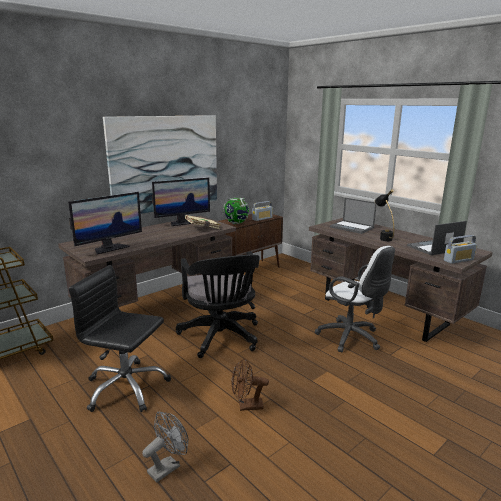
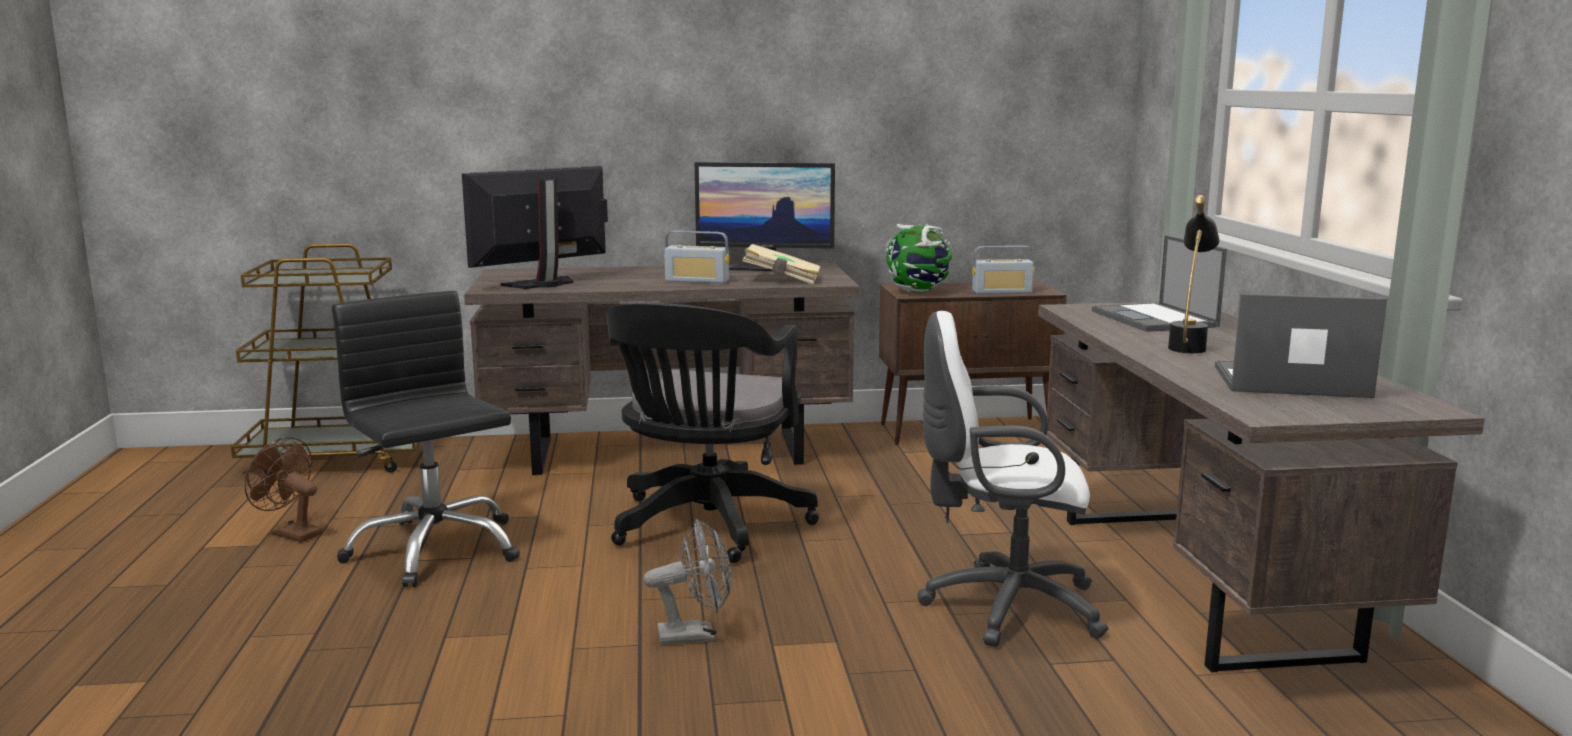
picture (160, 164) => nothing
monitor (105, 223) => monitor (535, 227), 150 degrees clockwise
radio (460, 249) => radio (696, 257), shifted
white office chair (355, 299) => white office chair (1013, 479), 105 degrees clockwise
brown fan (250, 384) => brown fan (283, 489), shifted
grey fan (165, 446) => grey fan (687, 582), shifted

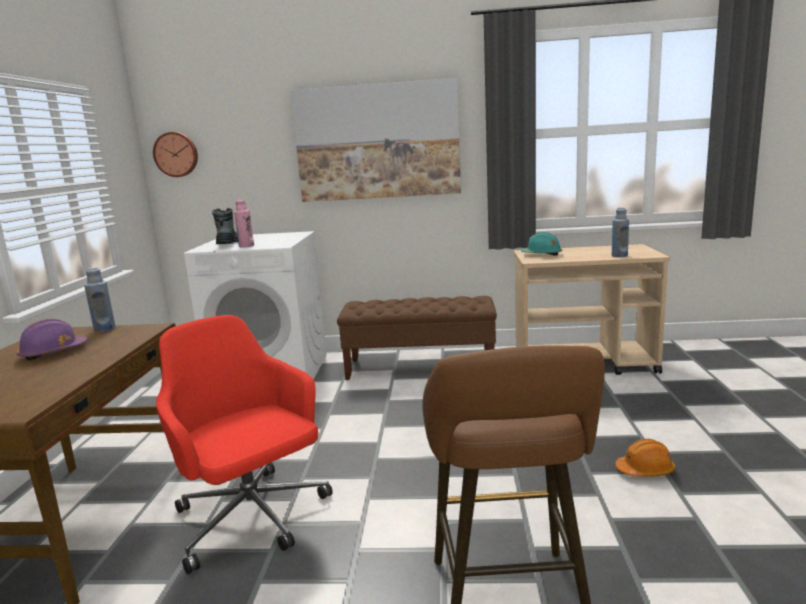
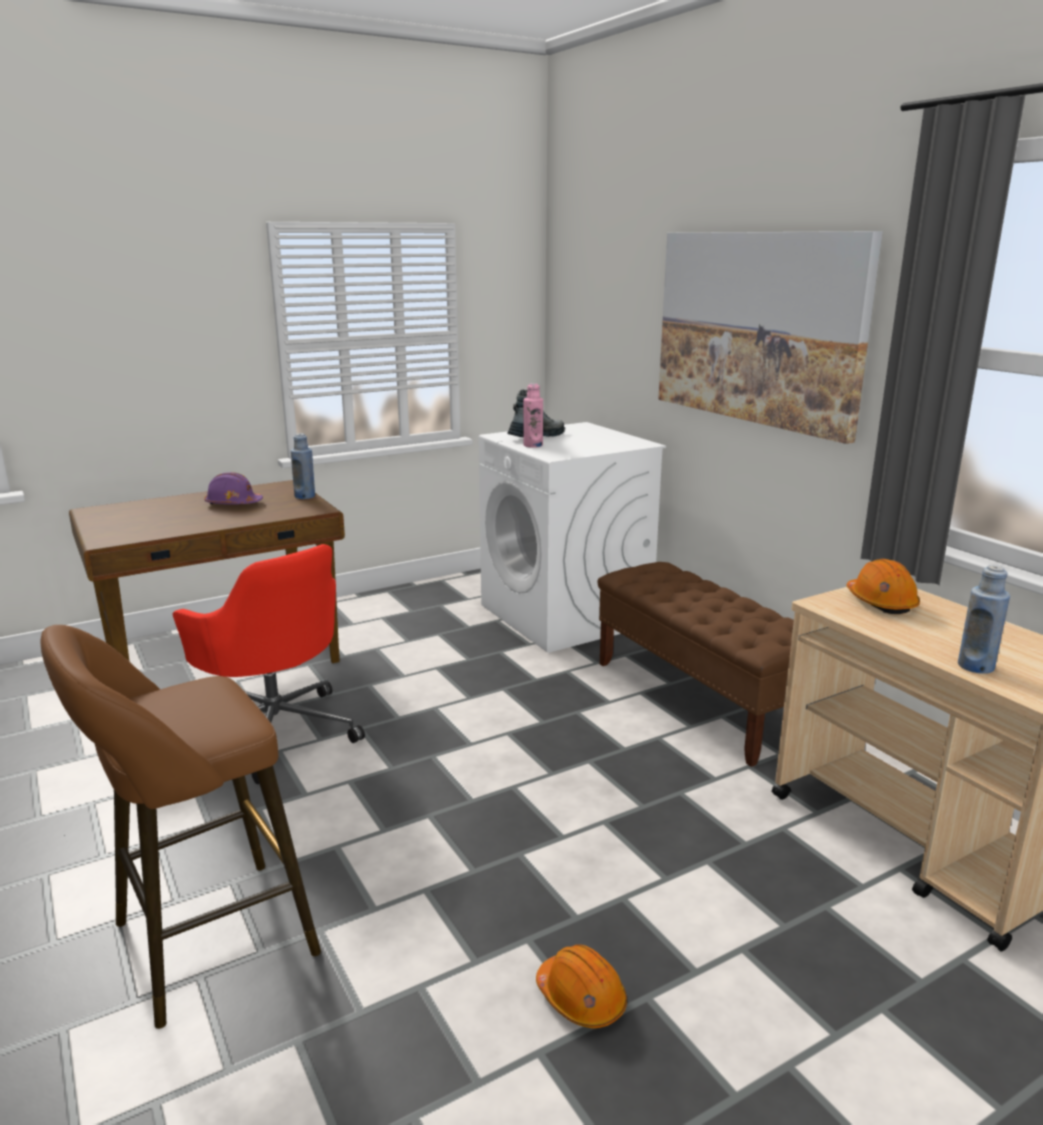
wall clock (175, 154) => nothing
turquoise hard hat (541, 244) => orange hard hat (883, 586)
red office chair (244, 444) => red office chair (269, 664), 120 degrees clockwise

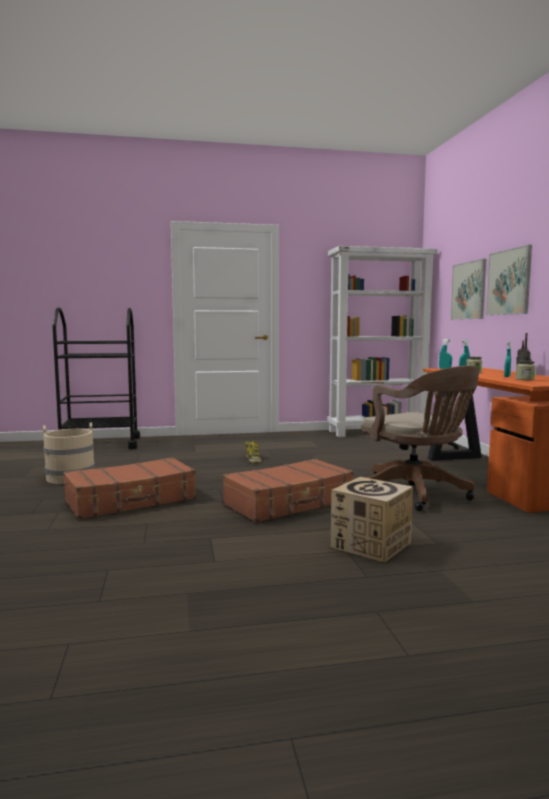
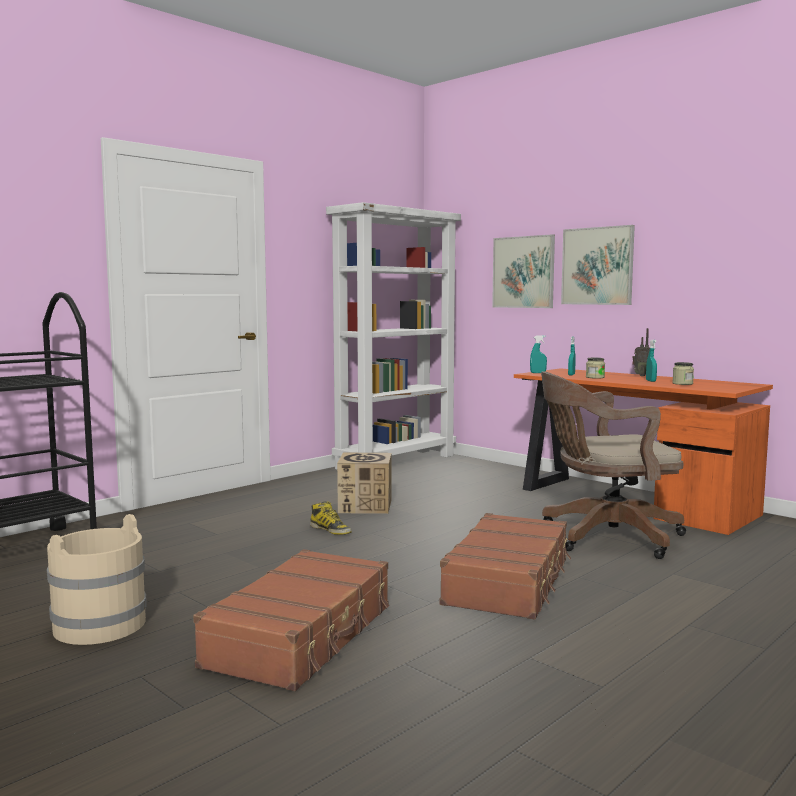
brown office chair (420, 438) => brown office chair (613, 465), 150 degrees clockwise
cardboard box (372, 520) => cardboard box (364, 483), shifted

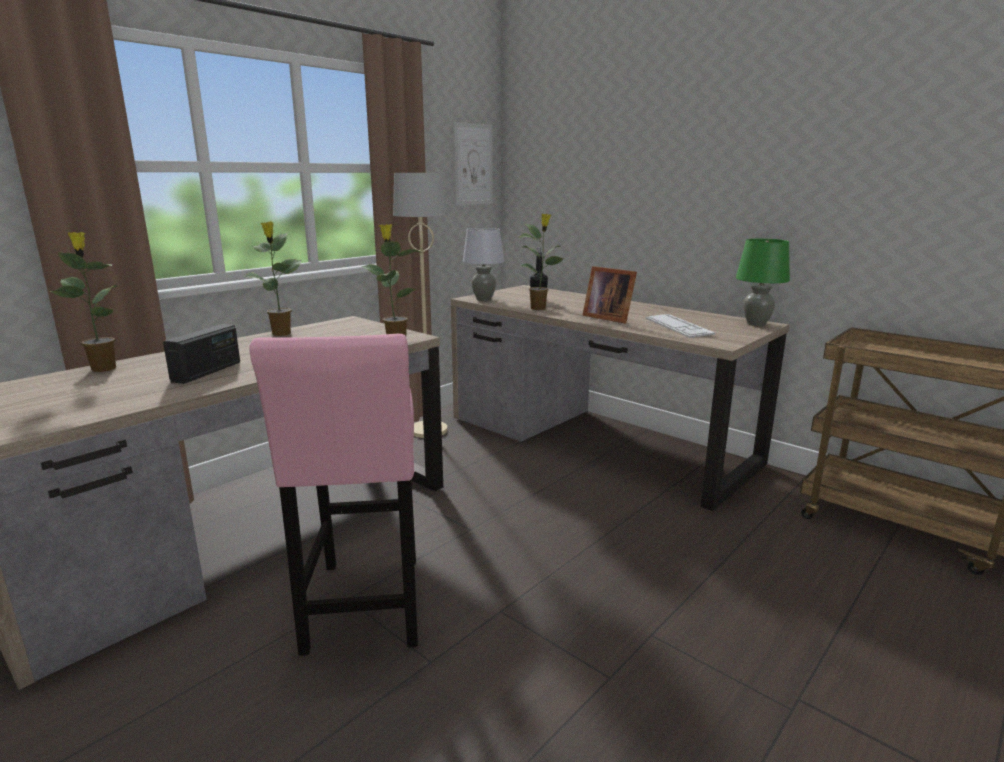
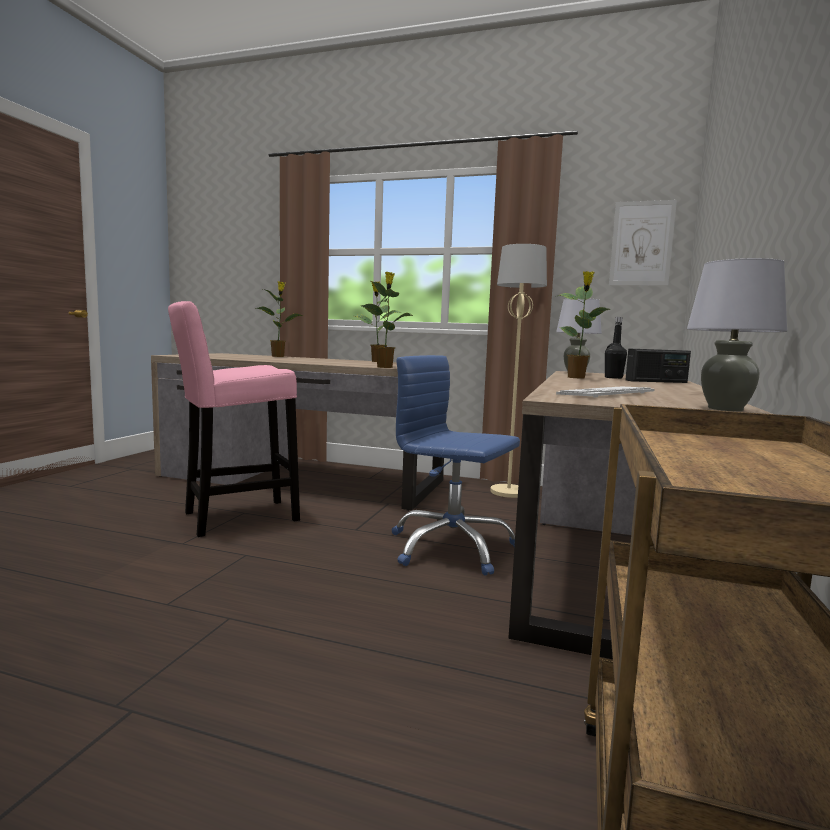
green table lamp (763, 282) => grey table lamp (737, 334)
picture frame (609, 295) => nothing
radio (201, 354) => radio (658, 366), shifted
nothing => blue office chair (456, 465)

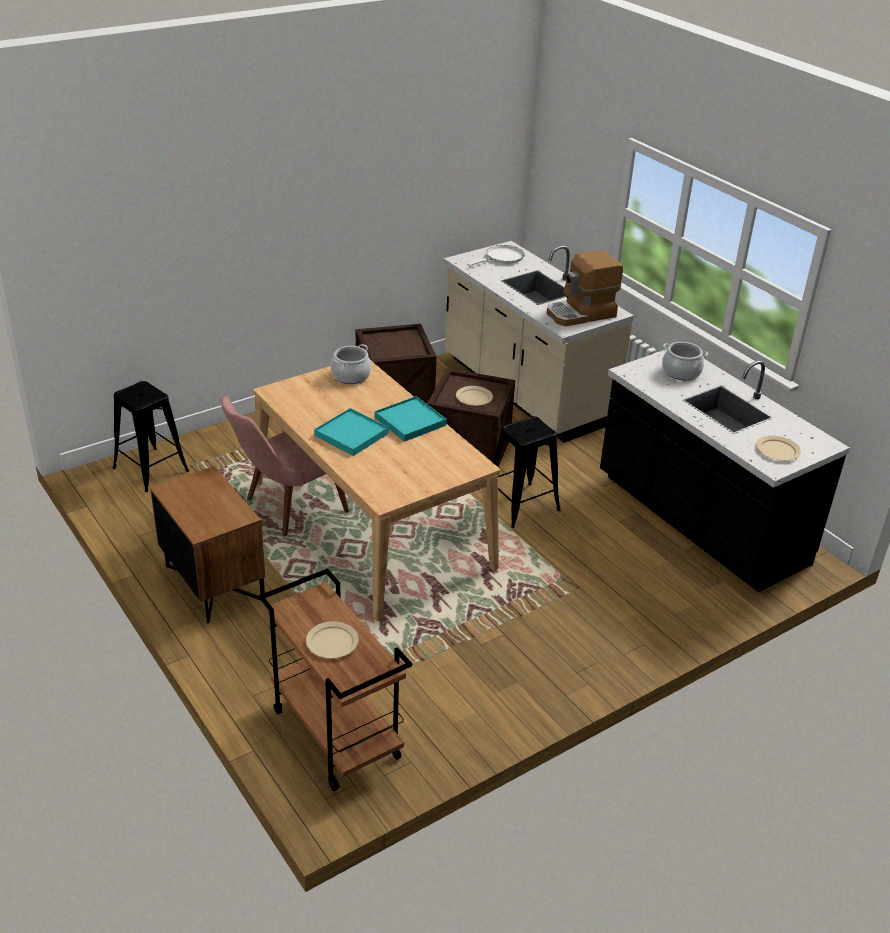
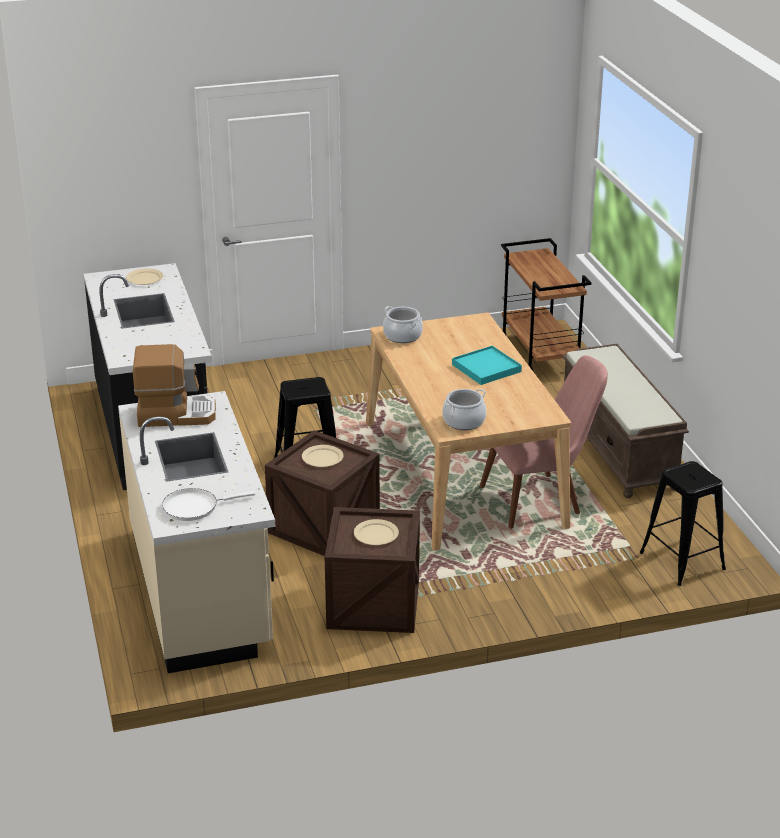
cooking pot (685, 361) => cooking pot (403, 324), shifted
turquoise tray (411, 419) => nothing
brown nightstand (207, 544) => brown bench (625, 421)
beige plate (332, 640) => beige plate (376, 532), shifted

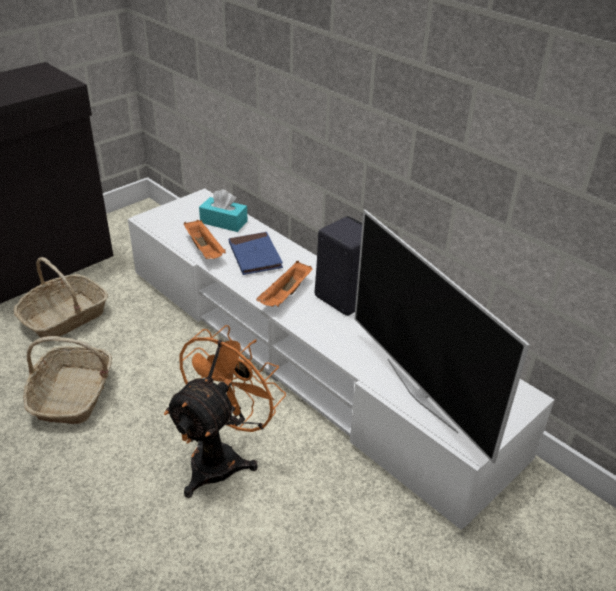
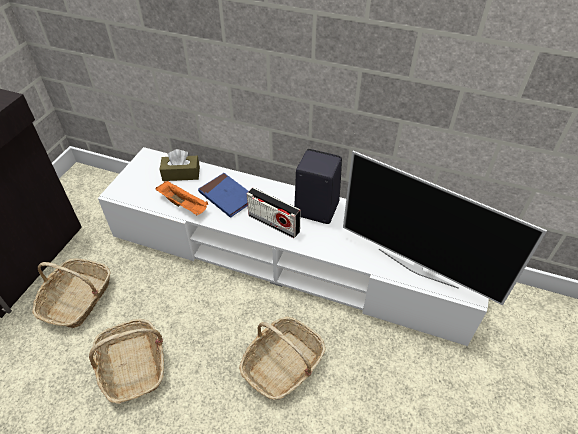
turquoise tissue box (223, 210) => brown tissue box (179, 165)
orange tray (284, 284) => radio (274, 212)
orange fan (225, 411) => basket (282, 358)

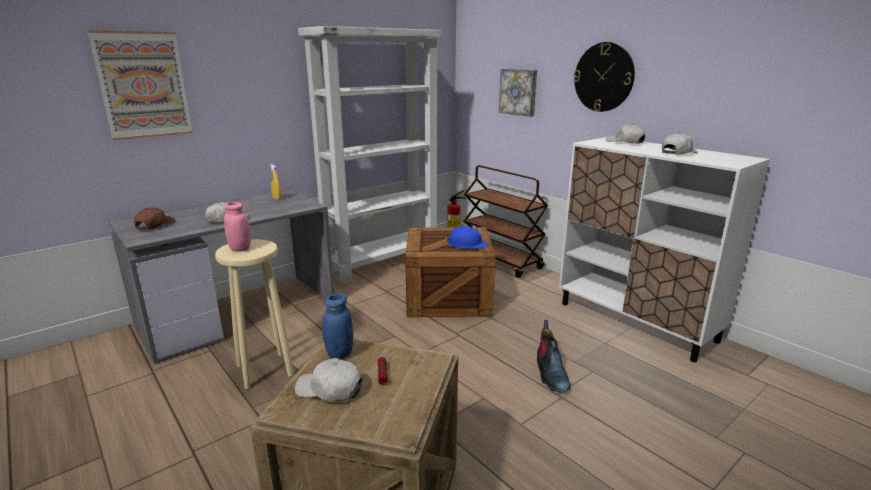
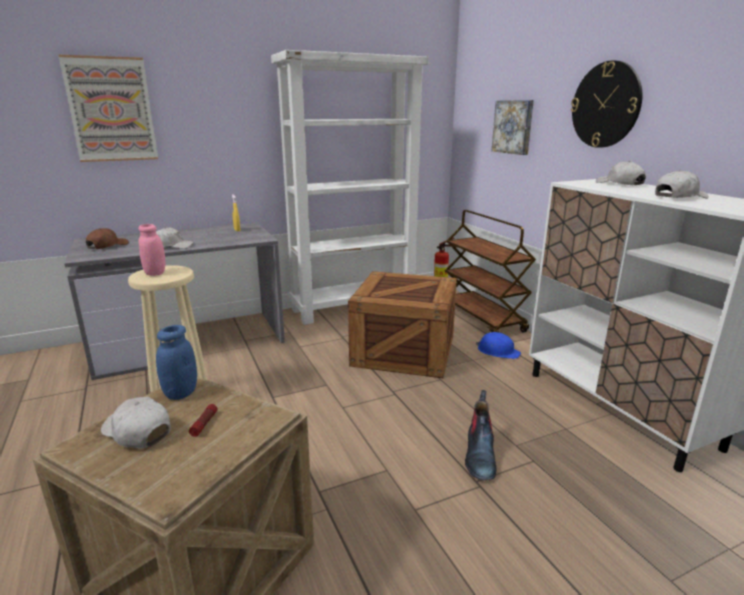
blue hard hat (466, 237) => blue hard hat (498, 345), shifted

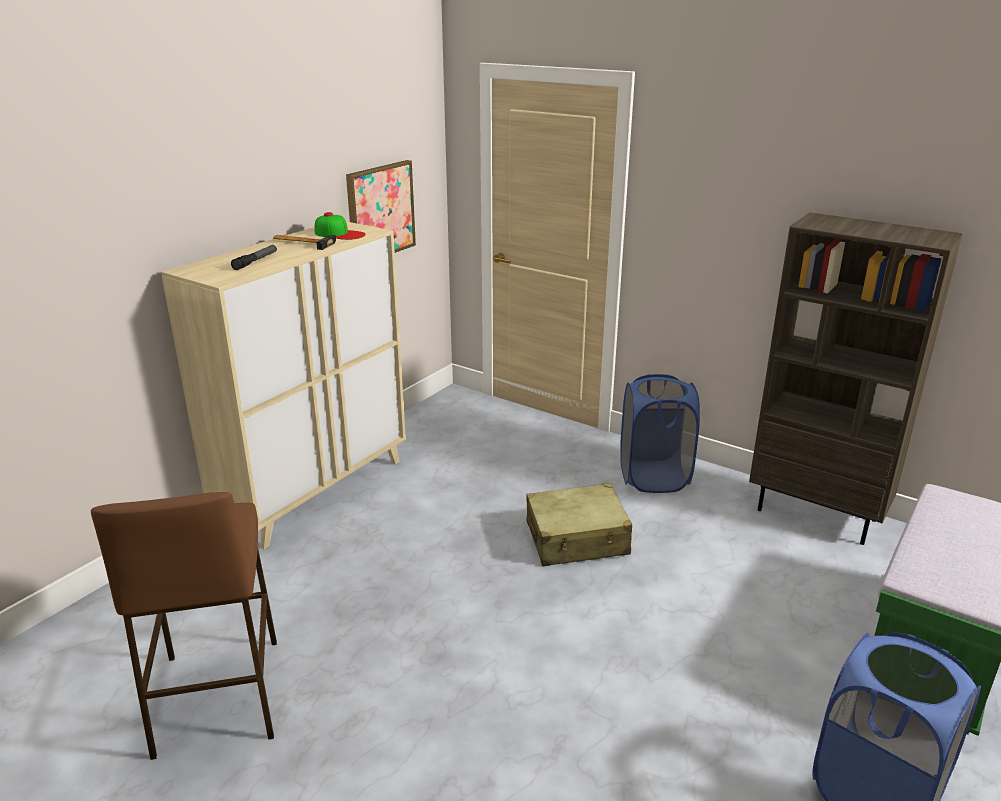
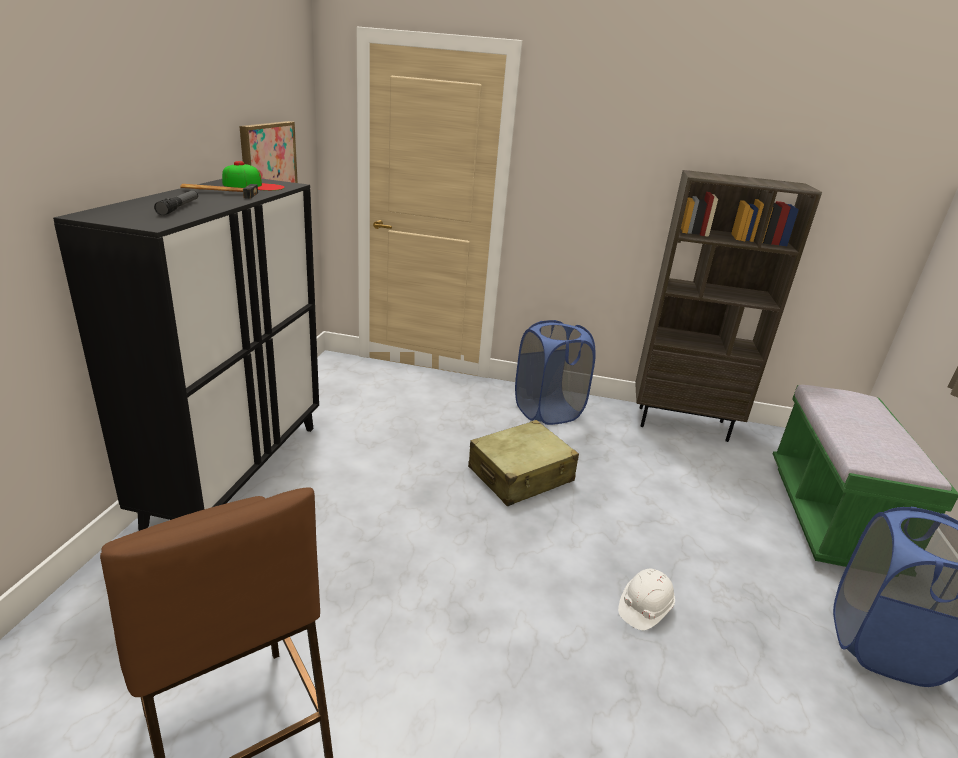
beige cabinet (283, 385) => black cabinet (186, 355)
nothing => white hard hat (646, 599)

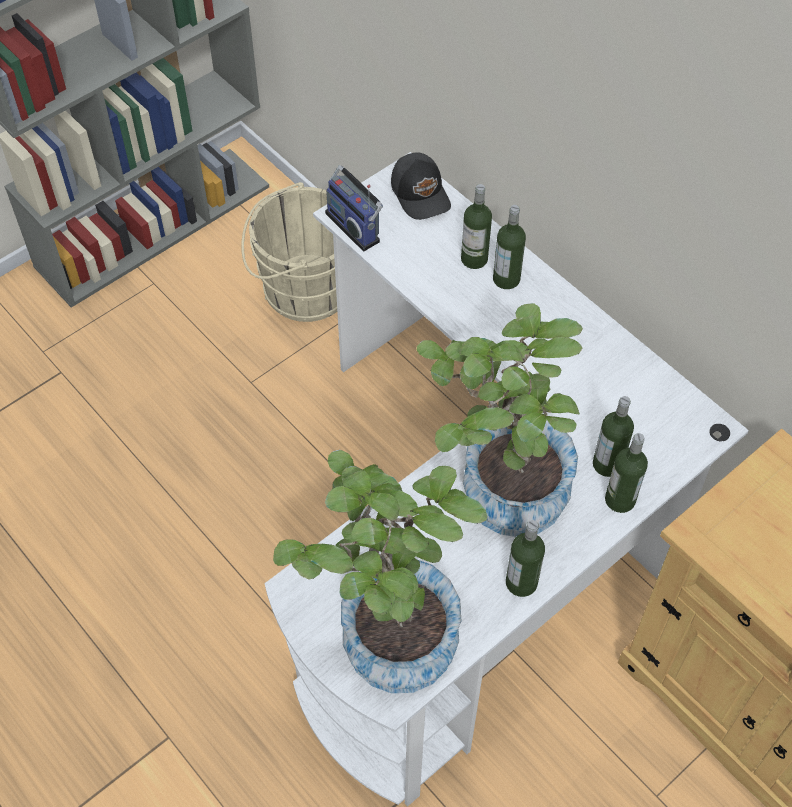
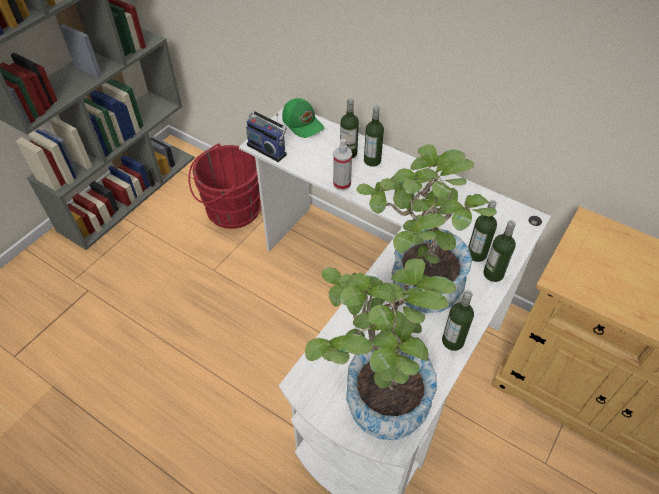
black cap (421, 186) => green cap (303, 118)
beige bucket (289, 252) => red bucket (224, 186)
nothing => spray bottle (342, 165)

